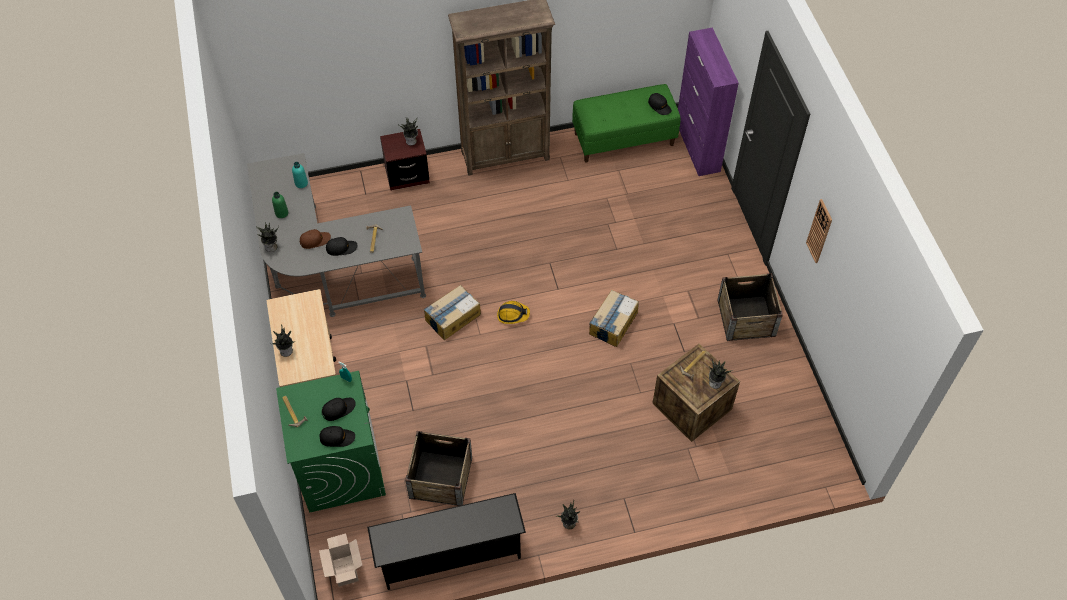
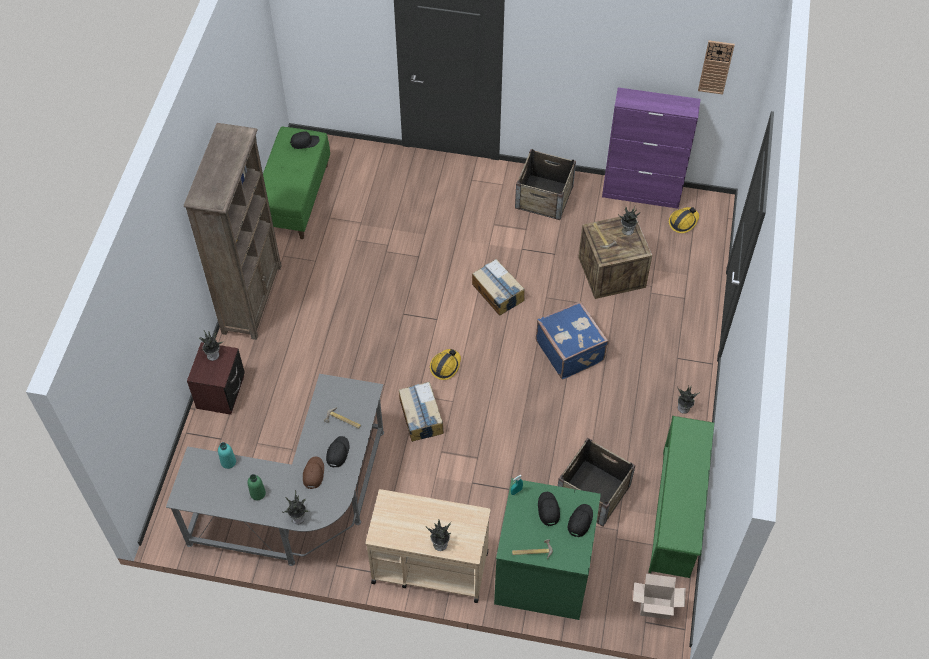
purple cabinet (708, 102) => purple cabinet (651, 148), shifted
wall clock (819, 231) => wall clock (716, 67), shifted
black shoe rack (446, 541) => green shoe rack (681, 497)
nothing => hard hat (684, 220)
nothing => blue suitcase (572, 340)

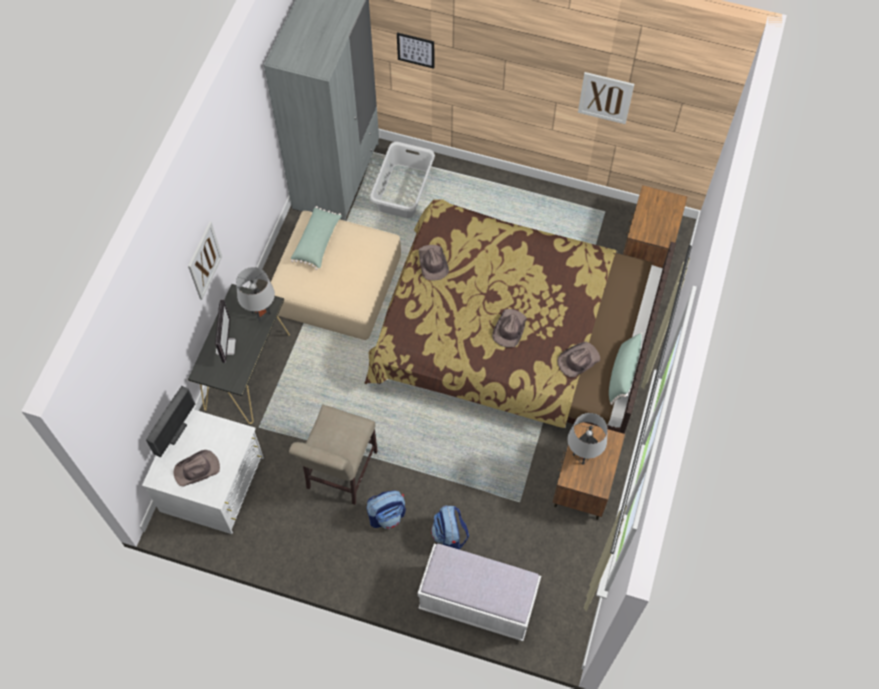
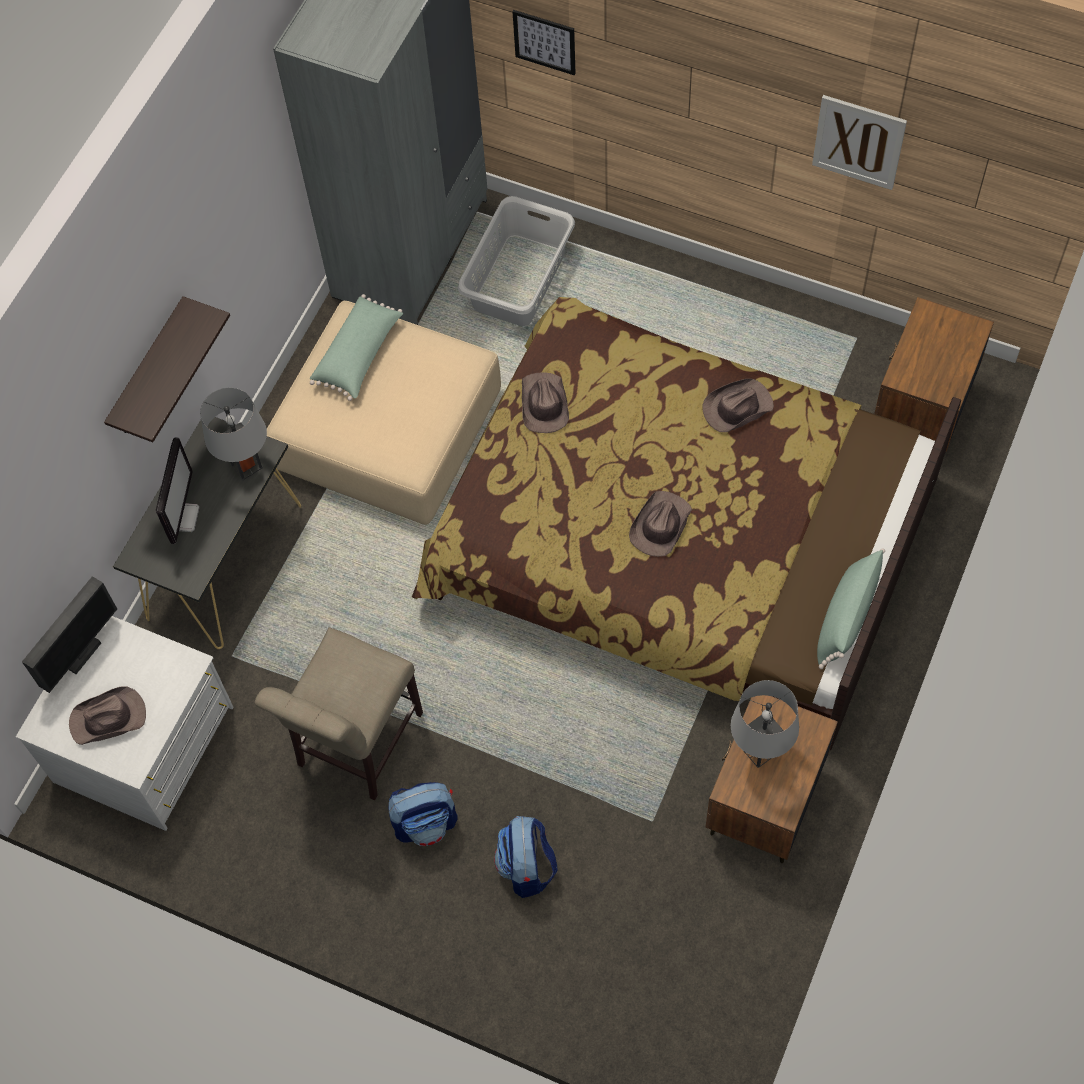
picture (205, 261) => shelf (167, 369)
brown hat (578, 359) => brown hat (738, 405), shifted
white bench (479, 592) => nothing

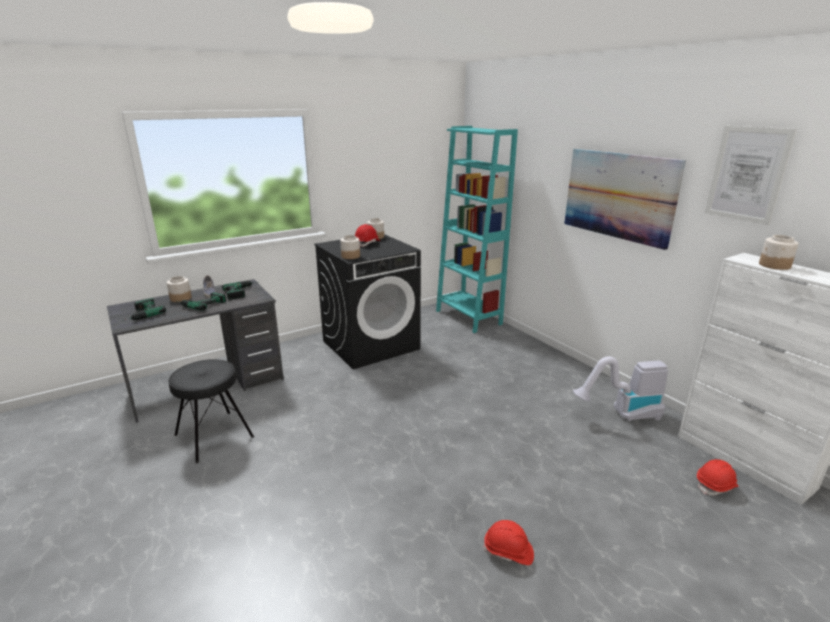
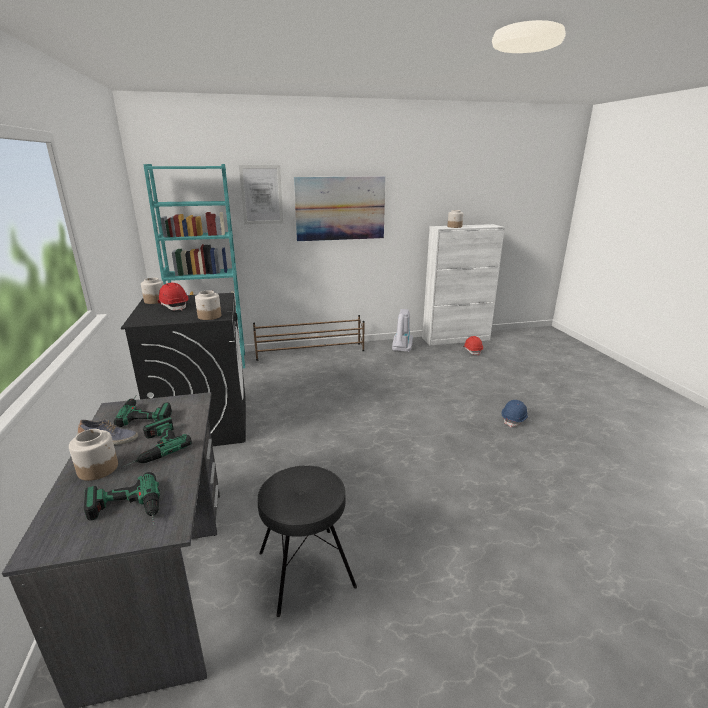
picture (750, 175) => picture (261, 194), shifted
red hard hat (508, 542) => blue hard hat (515, 413)
nothing => brown shoe rack (309, 338)

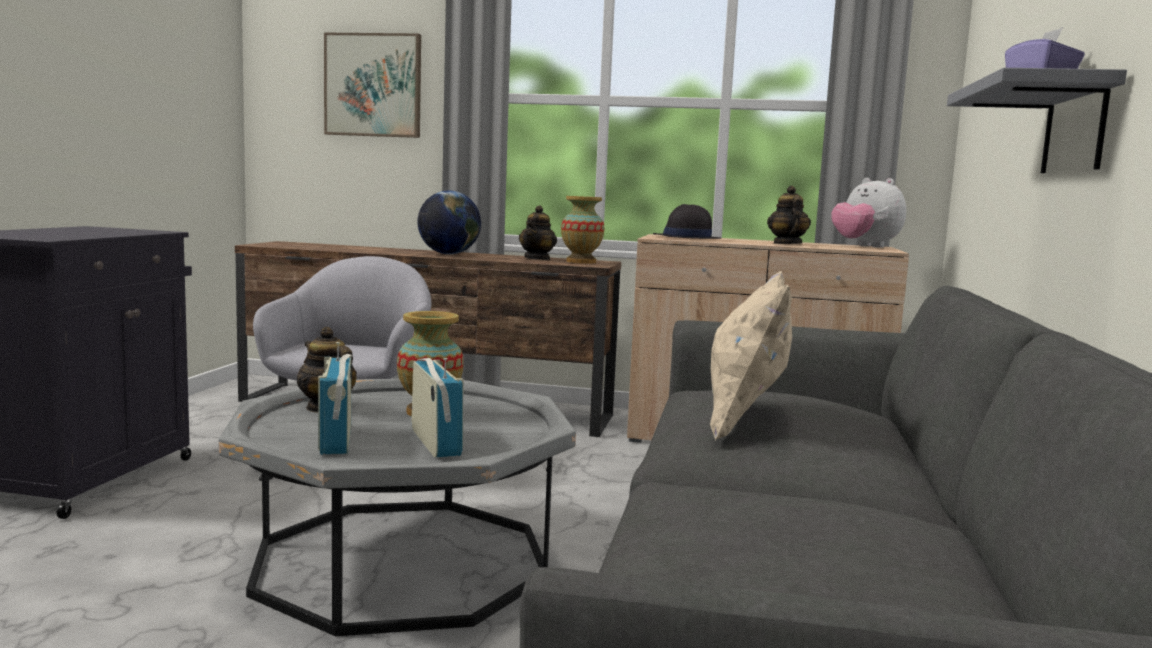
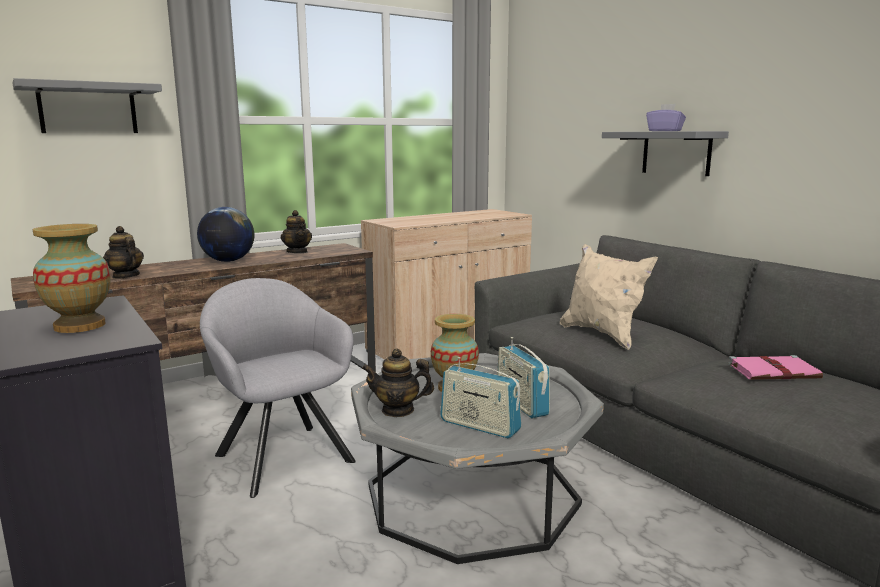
picture (372, 85) => grey shelf (87, 105)
plush toy (868, 213) => nothing
teapot (789, 215) => teapot (123, 252), shifted
vase (582, 230) => vase (72, 278), shifted
black hat (687, 221) => nothing
radio (437, 407) => radio (523, 377), 135 degrees counterclockwise
nothing => pink book (775, 367)

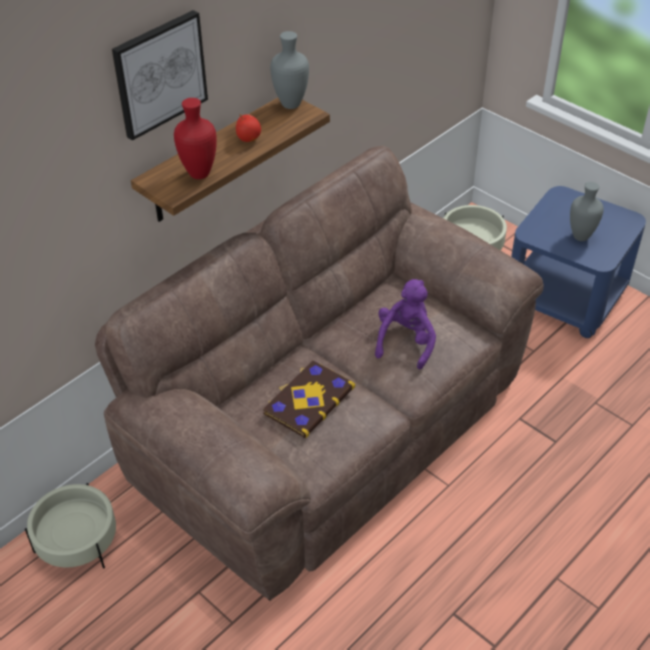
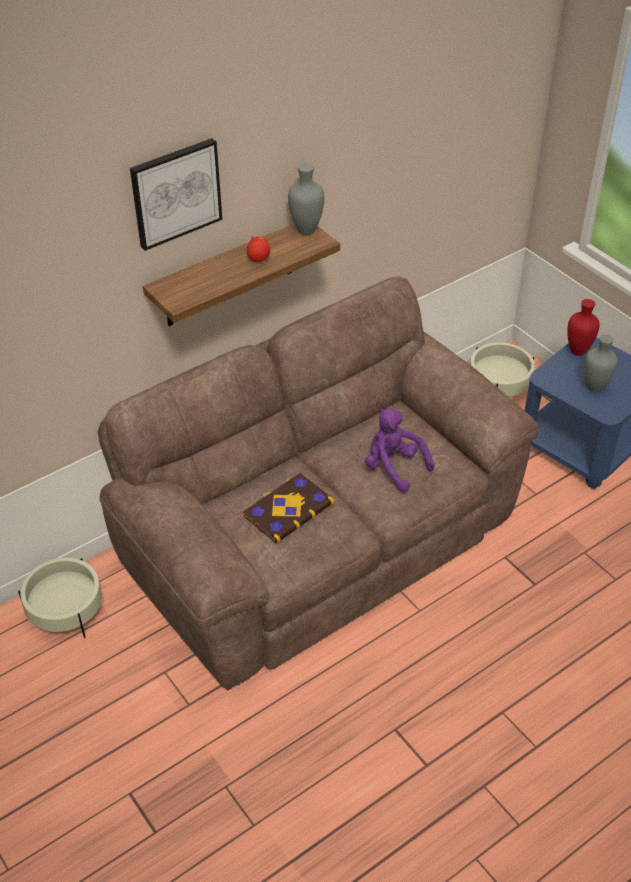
red vase (195, 138) => red vase (583, 327), shifted
purple plush toy (405, 324) => purple plush toy (400, 451), 75 degrees counterclockwise

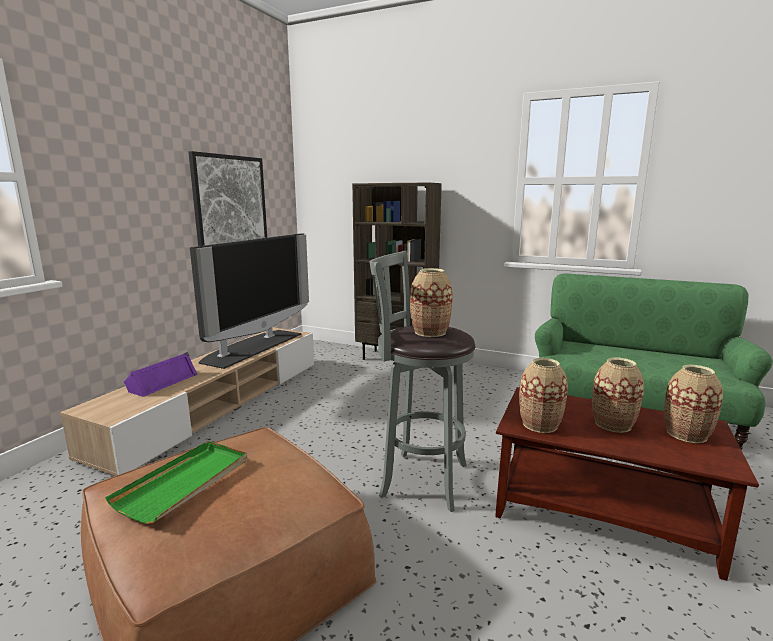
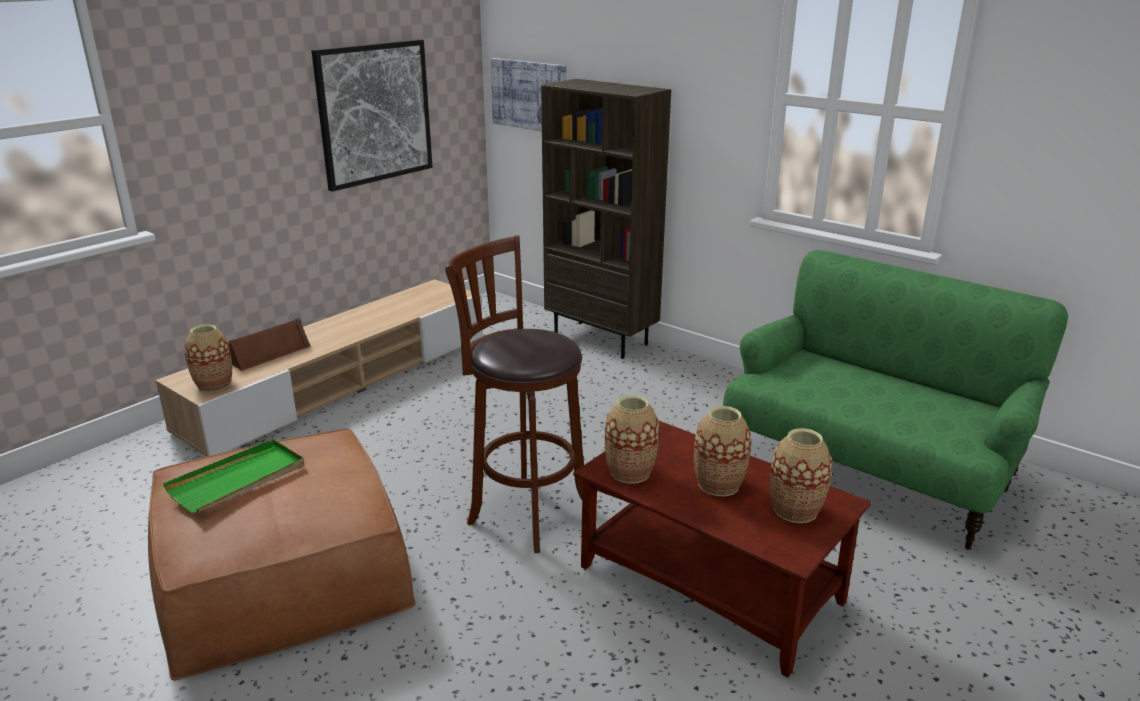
television (249, 301) => nothing
grey stool (422, 381) => brown stool (514, 394)
vase (431, 302) => vase (208, 358), shifted
purple speaker (161, 374) => brown speaker (270, 344)
nothing => picture (528, 94)

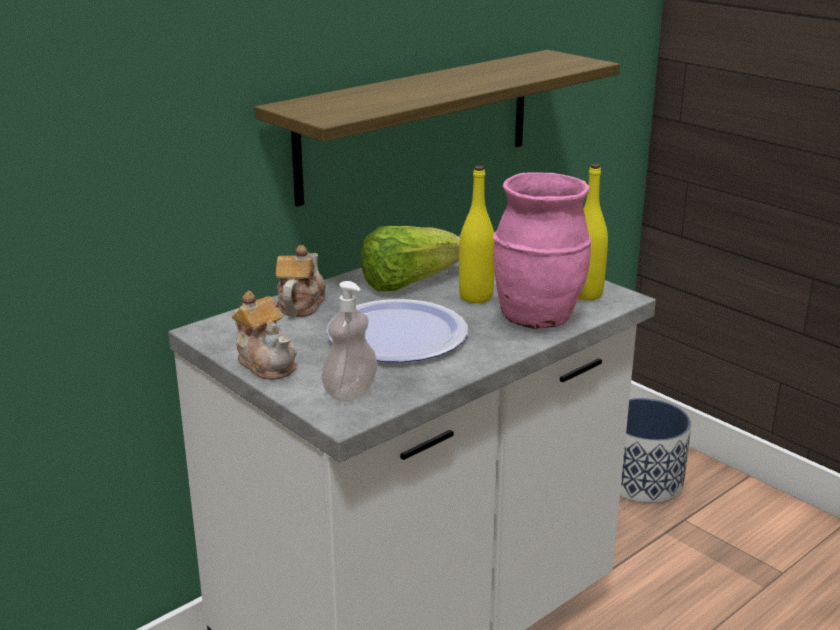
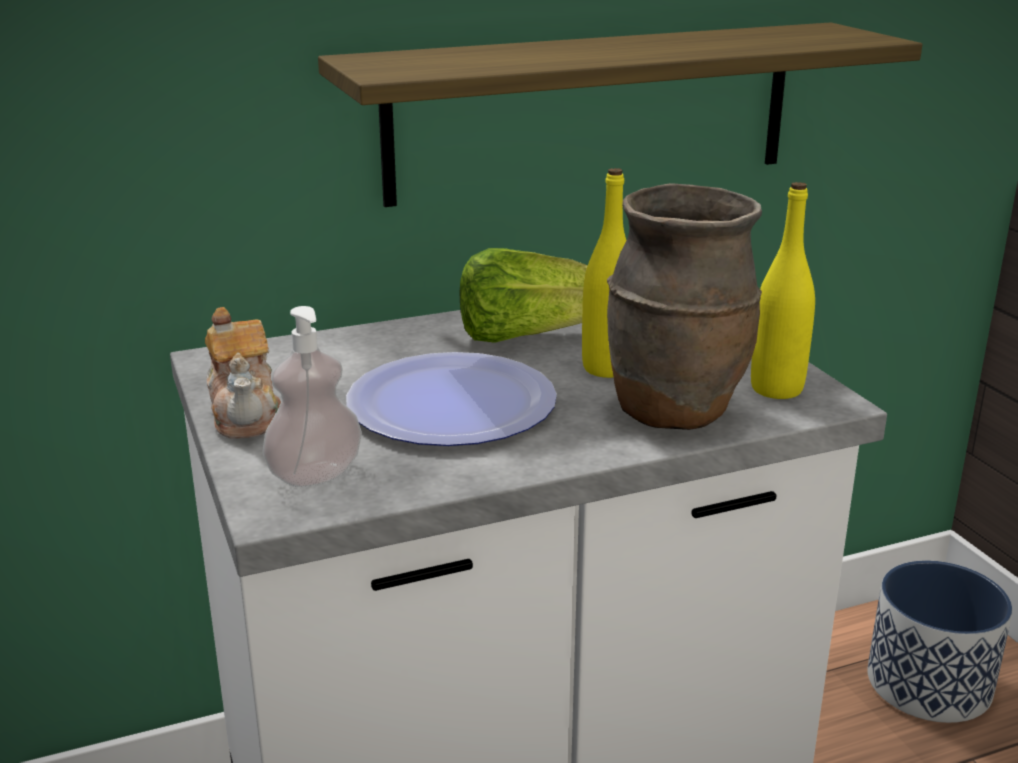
pink vase (542, 250) => brown vase (684, 306)
teapot (301, 281) => nothing

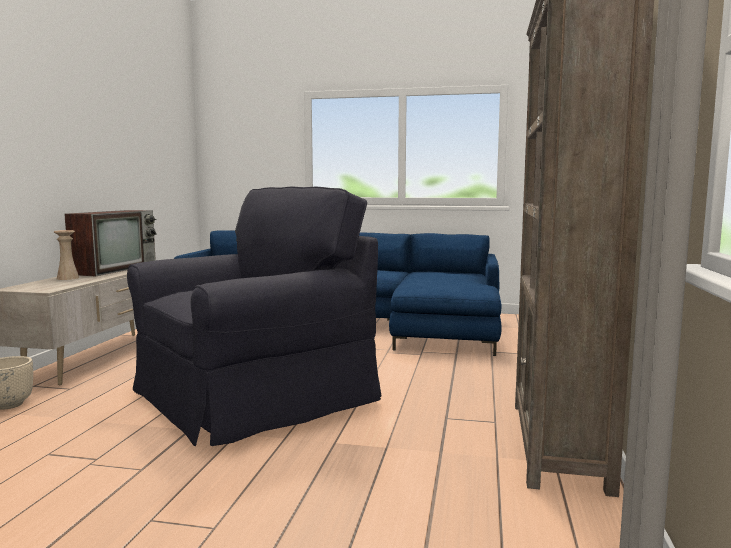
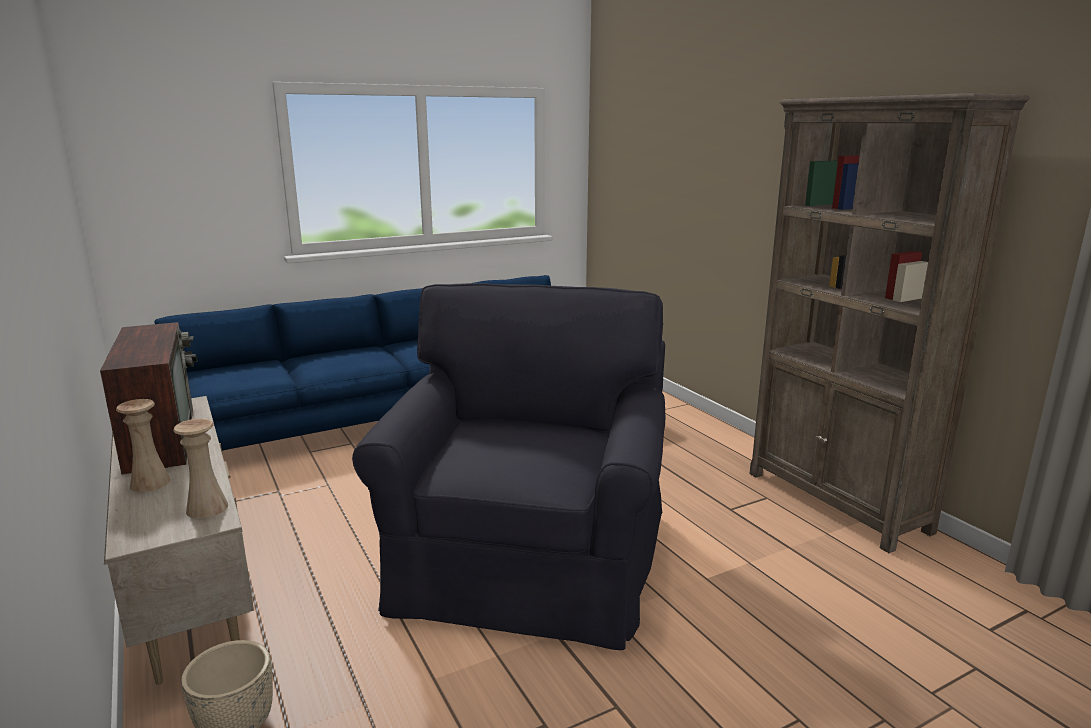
nothing => beige vase (200, 468)

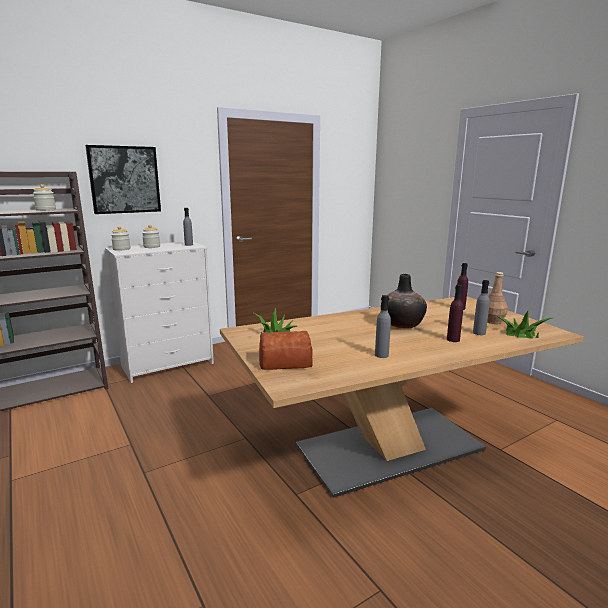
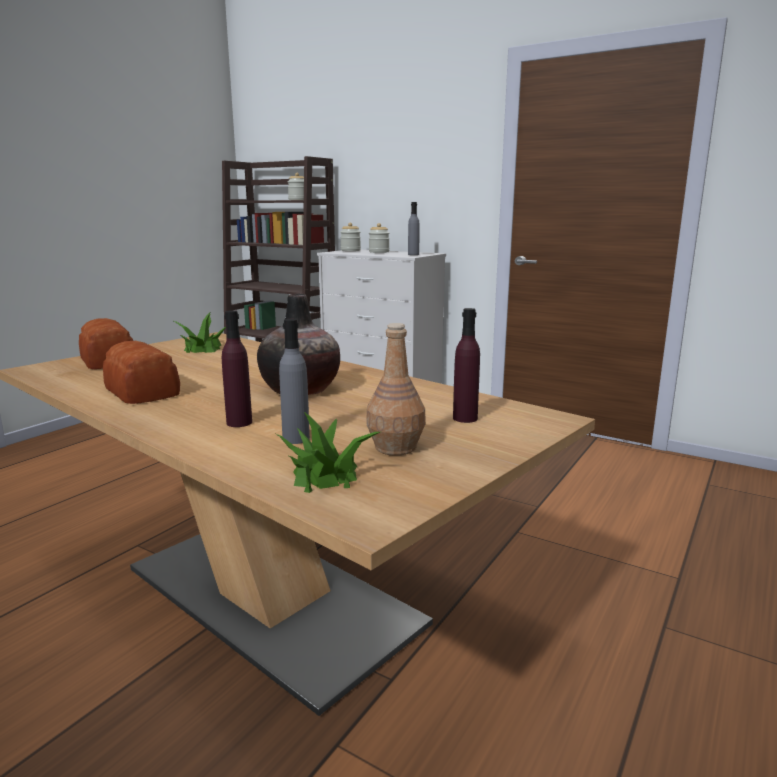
picture (123, 179) => nothing
grey bottle (383, 326) => bread (141, 372)

